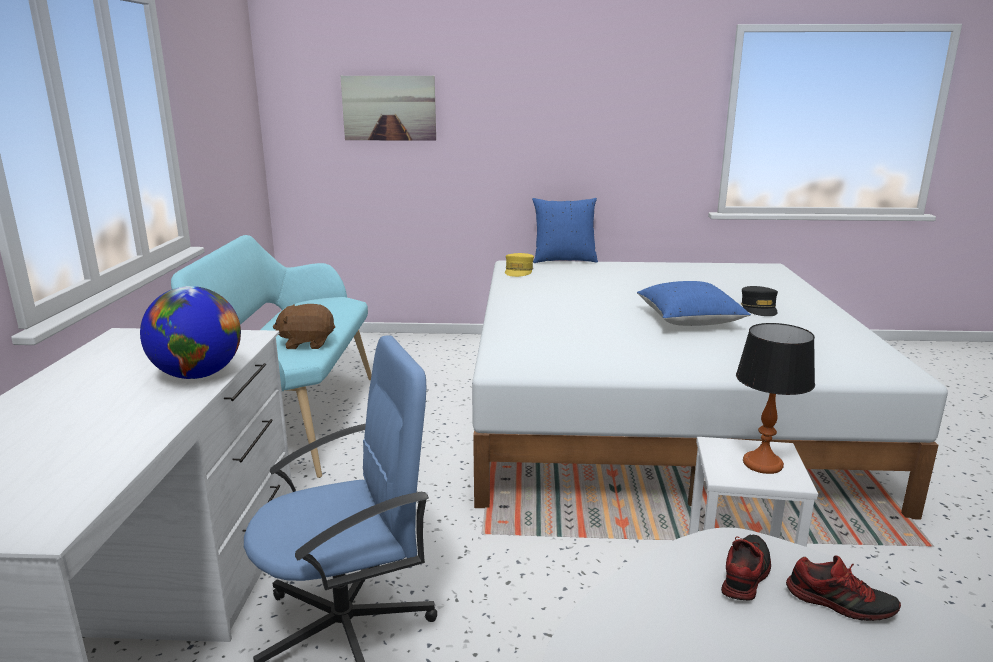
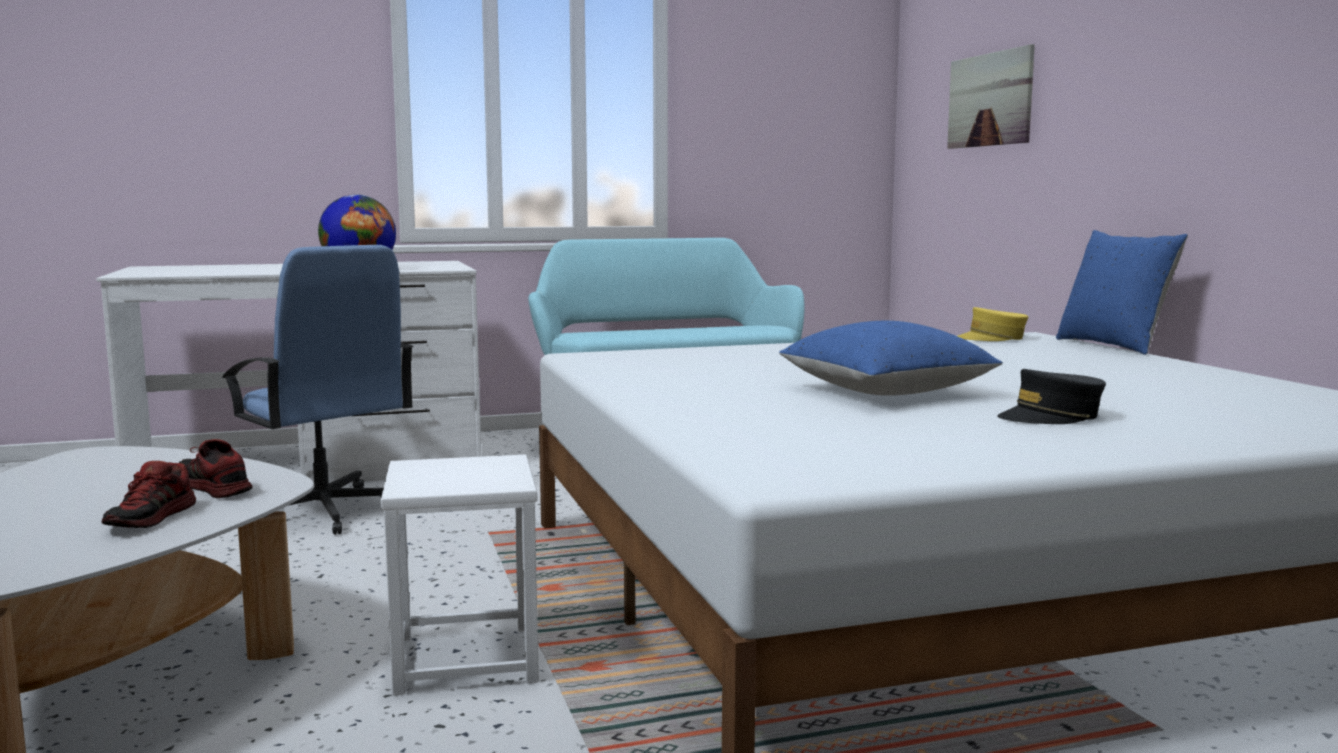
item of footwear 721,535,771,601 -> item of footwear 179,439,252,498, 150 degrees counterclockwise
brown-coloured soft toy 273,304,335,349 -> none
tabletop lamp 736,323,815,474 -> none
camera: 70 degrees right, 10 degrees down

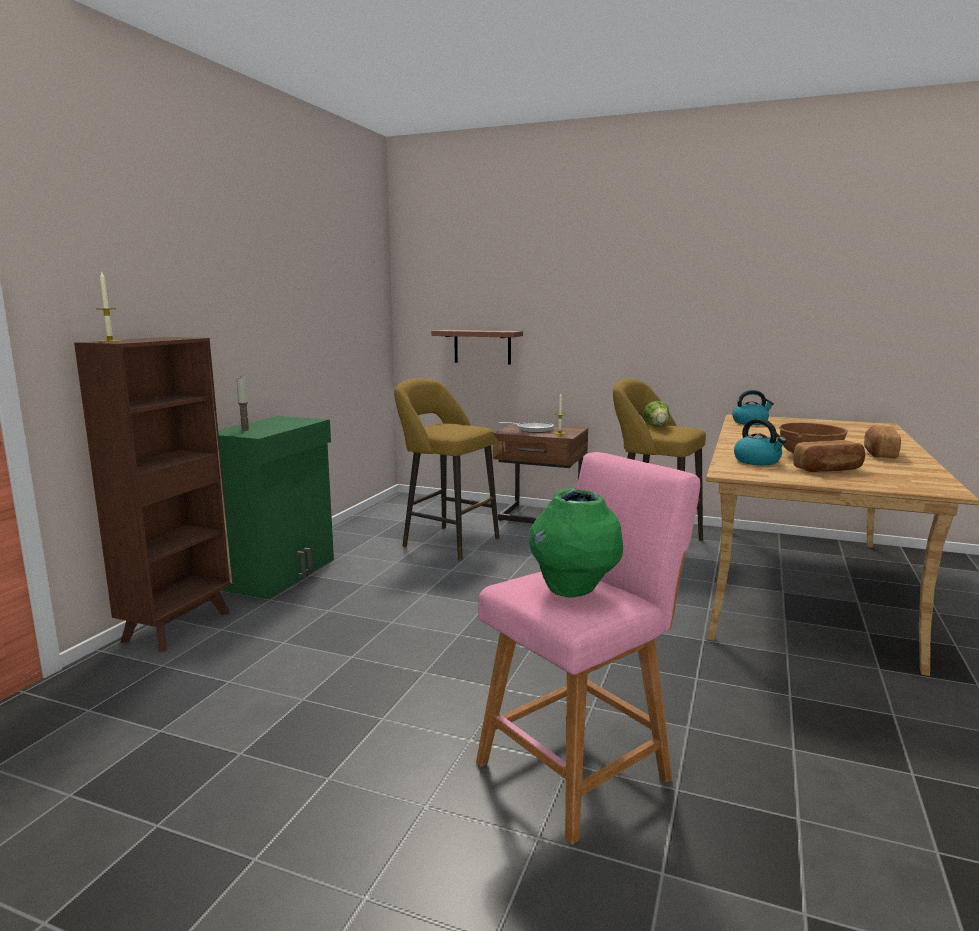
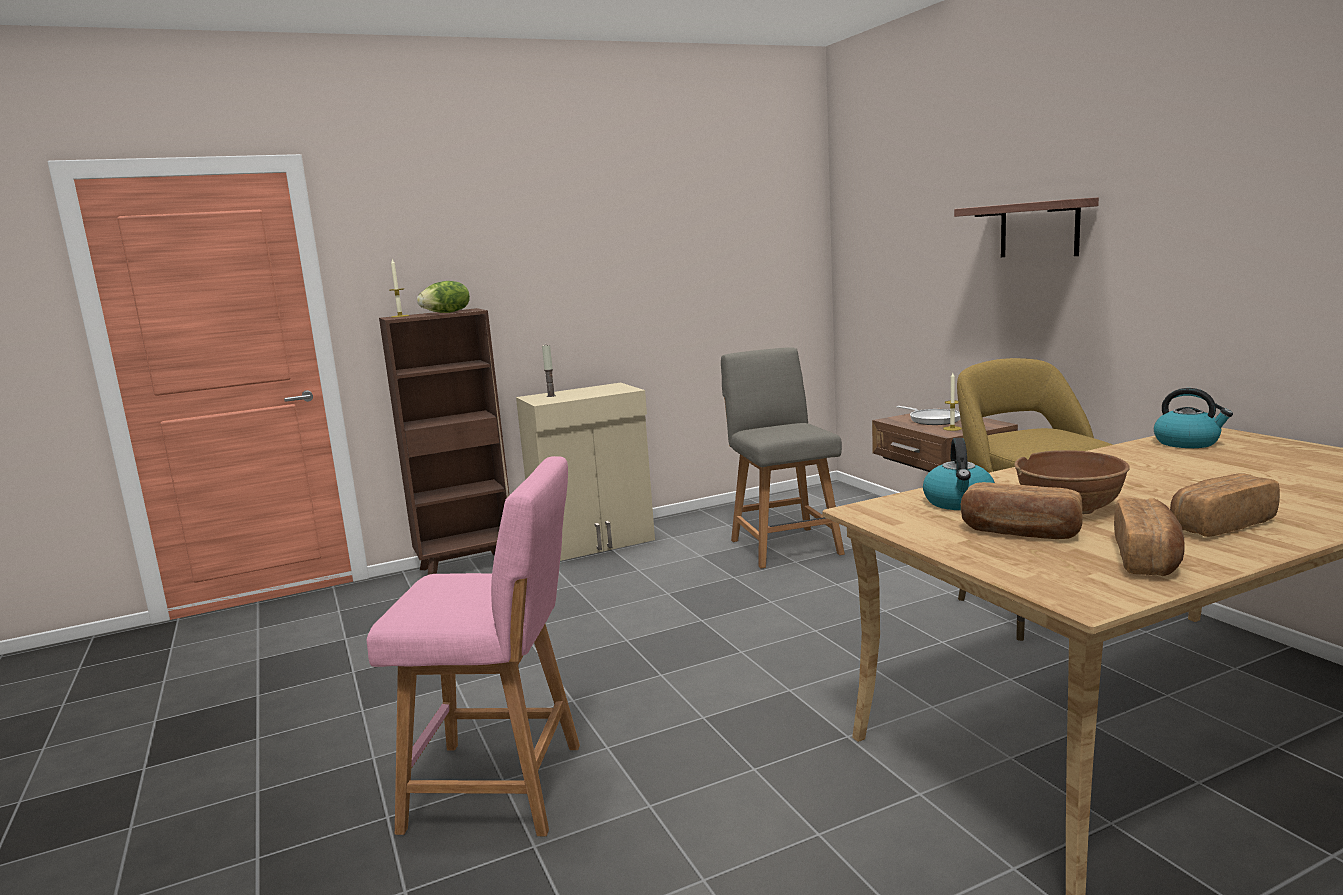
lettuce 644,401,670,427 -> lettuce 417,281,470,313, moved
greenish cabinet 218,416,334,600 -> beige-coloured cabinet 516,383,655,561
yellow sitting stool 394,378,499,560 -> greyish plain chair 721,347,845,569
shelf 431,330,523,365 -> shelf 954,197,1099,257, moved
none -> baked bread 1114,498,1185,576
greenish vase 529,488,623,598 -> none
camera: 45 degrees right, 0 degrees up

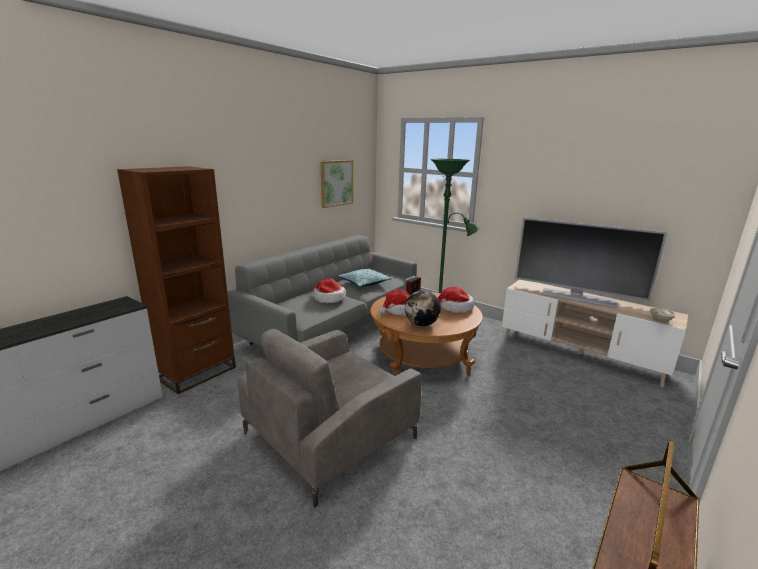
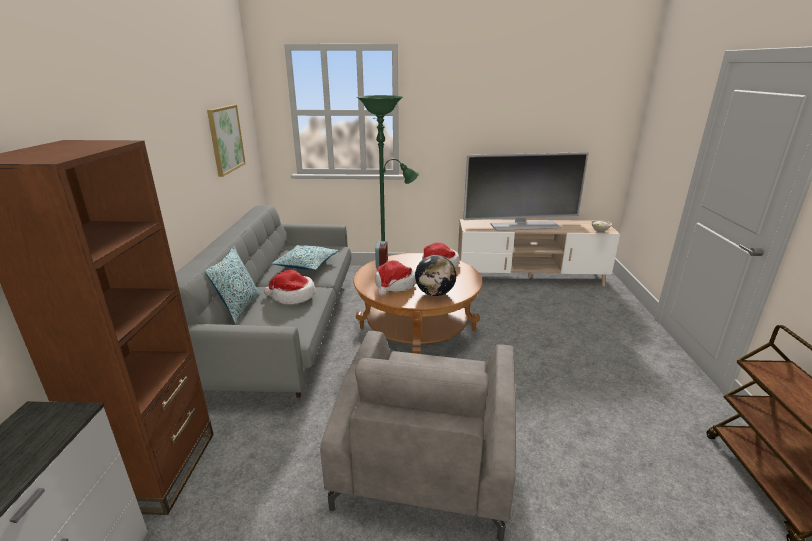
none -> pillow 205,246,260,324
camera: 35 degrees left, 5 degrees up

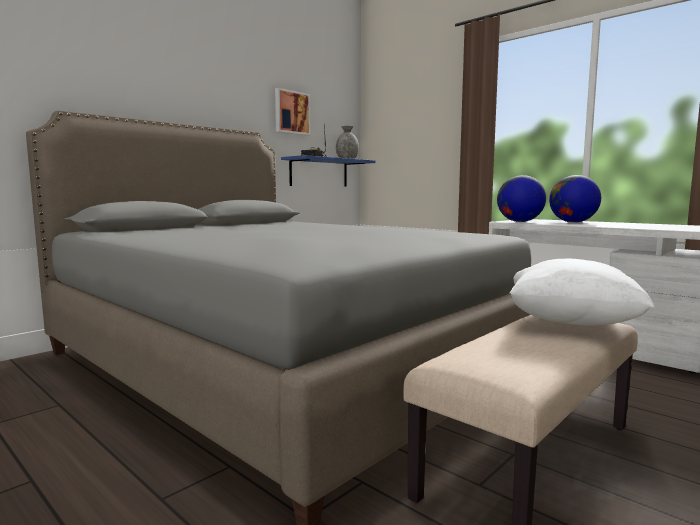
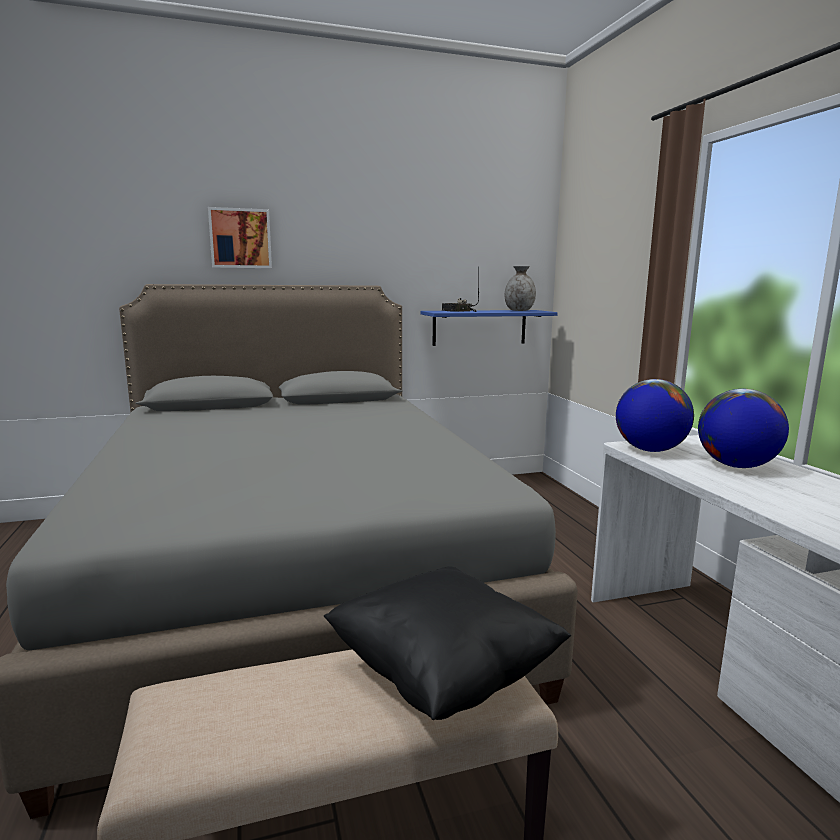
picture 275,88,311,136 -> picture 208,207,272,269, moved
whitish pillow 509,259,654,325 -> black pillow 324,566,571,720
camera: 30 degrees right, 5 degrees up

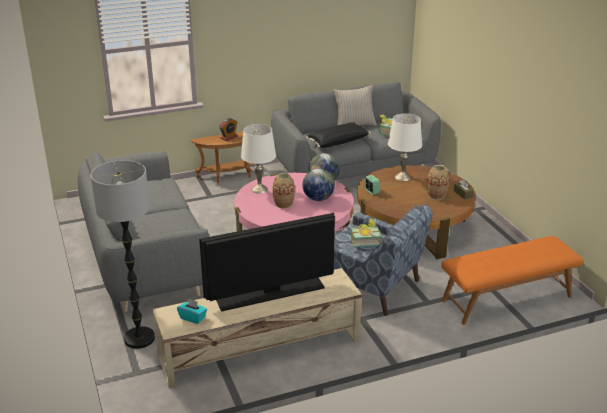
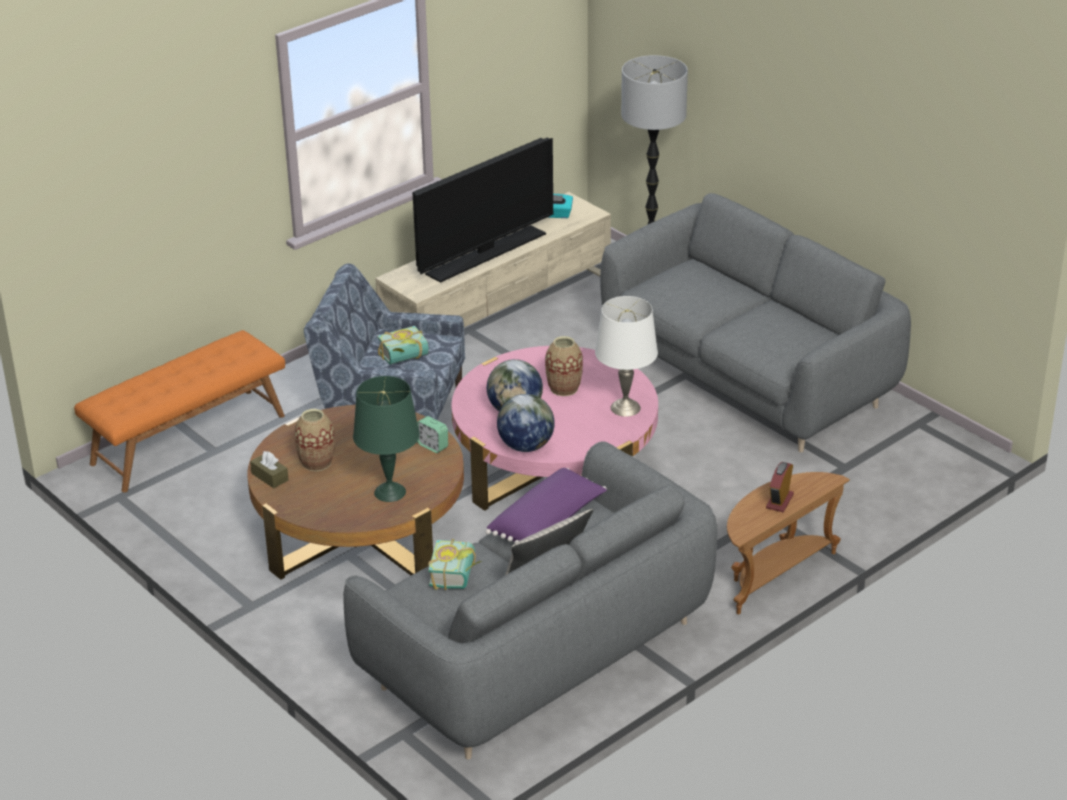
whitish tabletop lamp 388,113,422,181 -> greenish tabletop lamp 353,376,420,502
black pillow 306,122,370,148 -> purplish pillow 486,468,607,544
camera: 160 degrees right, 5 degrees up

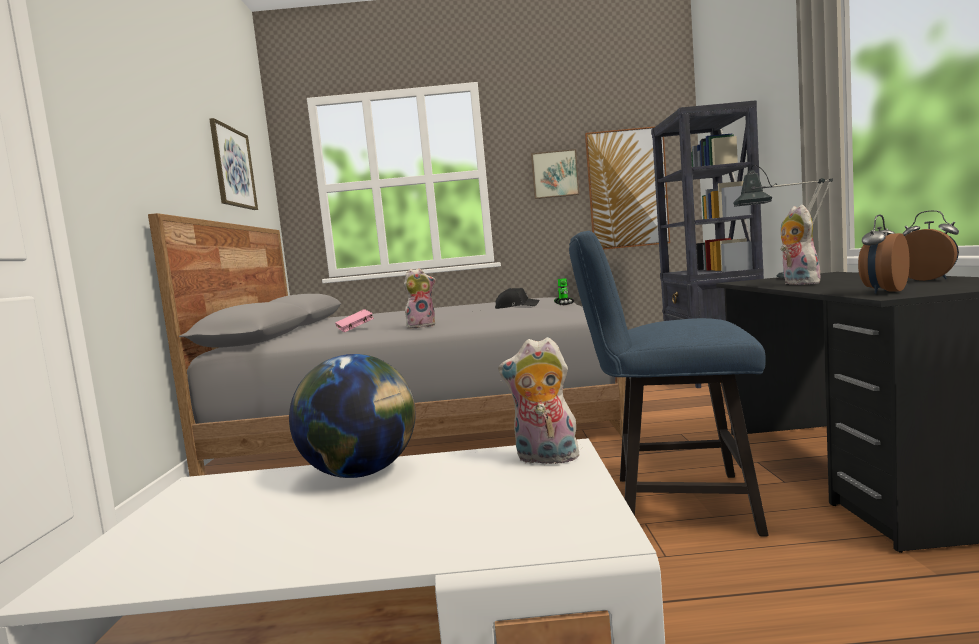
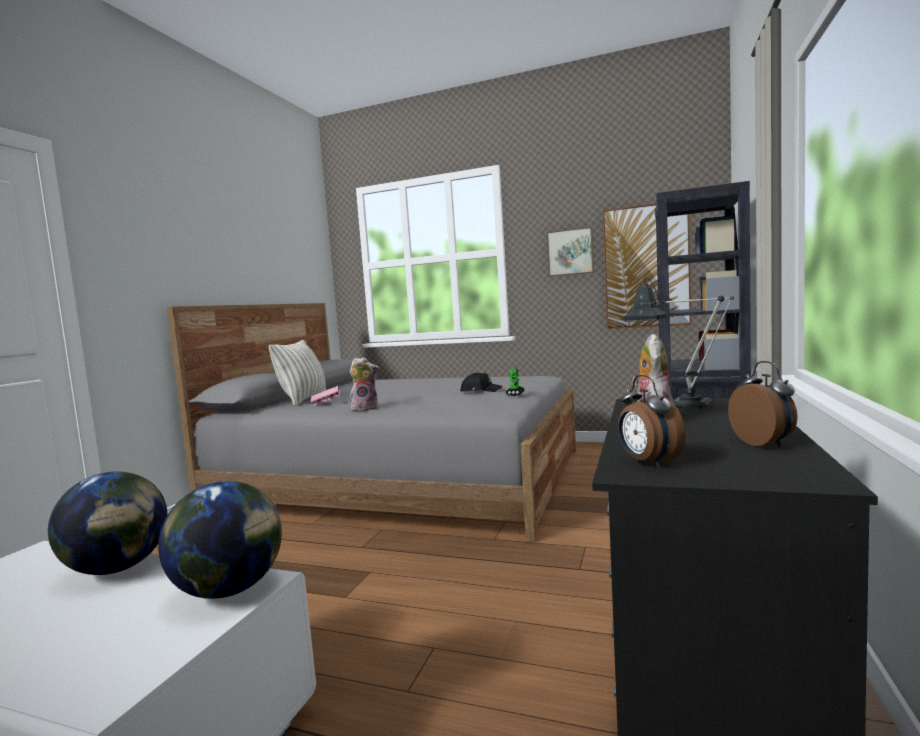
soft toy 498,337,581,464 -> globe 158,481,282,599
none -> pillow 269,340,326,406
alarm clock 858,215,910,294 -> alarm clock 618,375,686,468, 90 degrees counterclockwise
picture 209,118,258,210 -> none
blue-coloured plain chair 569,231,769,536 -> none
camera: 20 degrees right, 0 degrees up

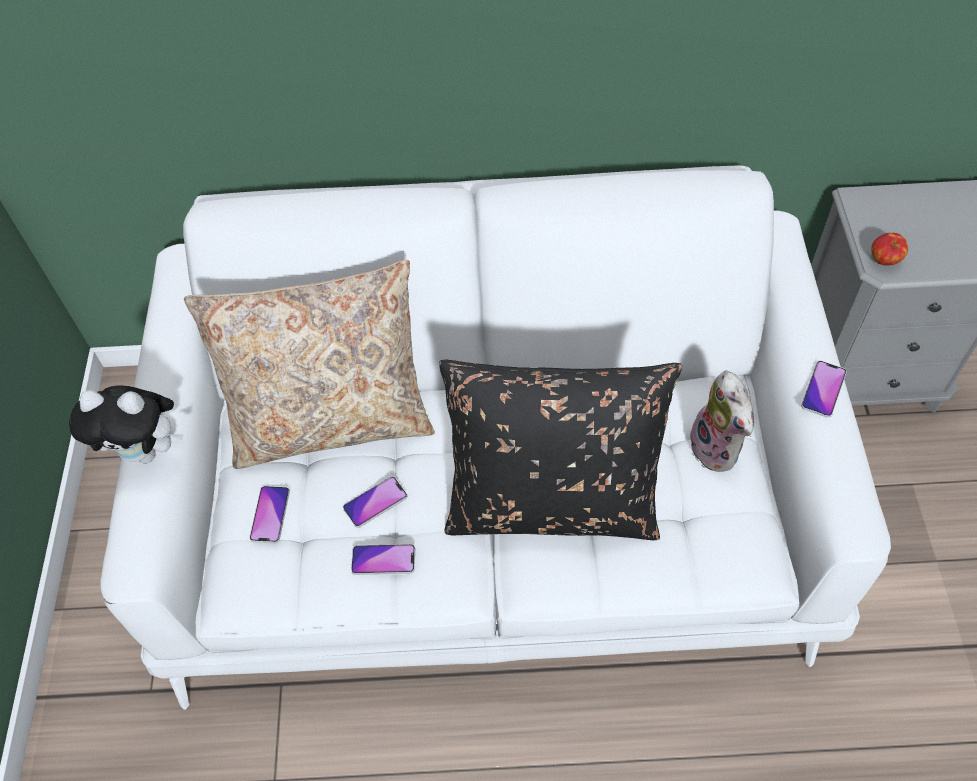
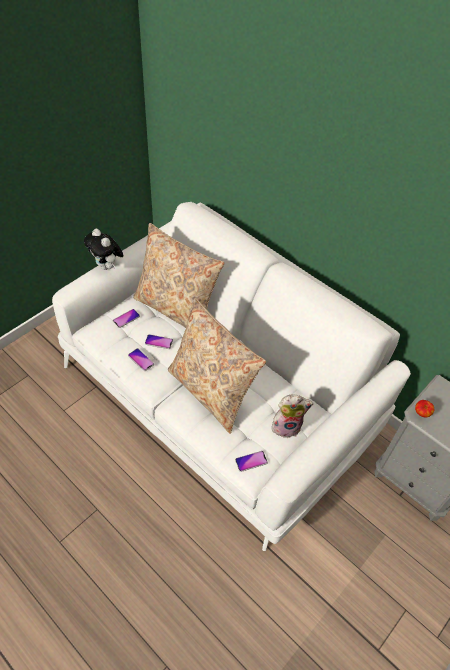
black pillow 439,360,682,540 -> beige-coloured pillow 168,298,266,433
handset 801,361,847,418 -> handset 235,451,268,472, moved
soft toy 690,370,754,472 -> soft toy 271,395,313,438, 120 degrees counterclockwise
camera: 40 degrees right, 5 degrees down

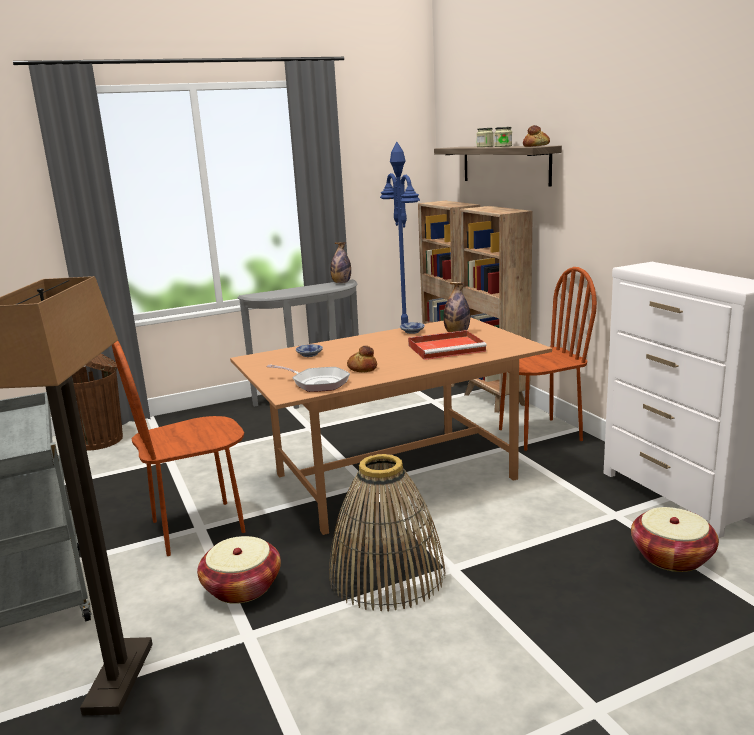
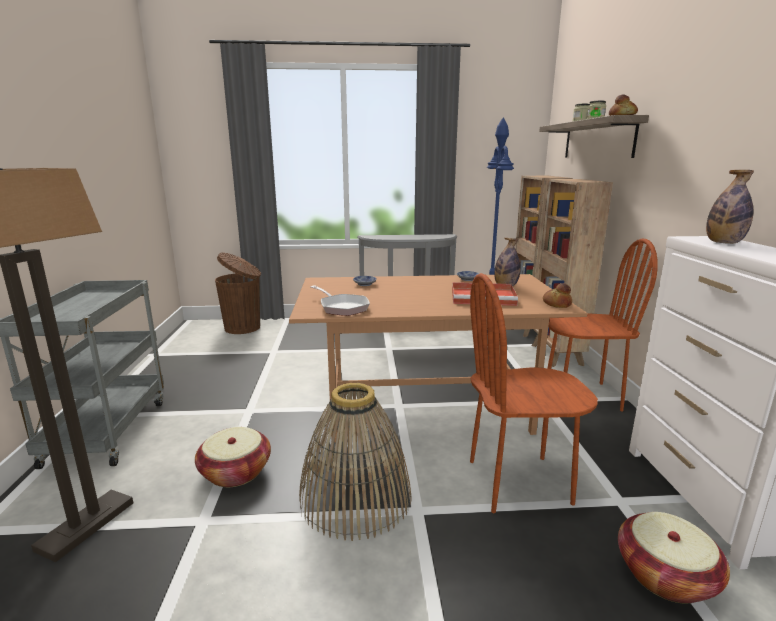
brown-coloured plain chair 112,341,246,556 -> brown-coloured plain chair 470,273,598,513, moved
baked bread 347,346,377,372 -> baked bread 543,283,572,308, moved
bottle 330,242,351,283 -> bottle 706,170,754,244, moved
camera: 20 degrees right, 0 degrees up

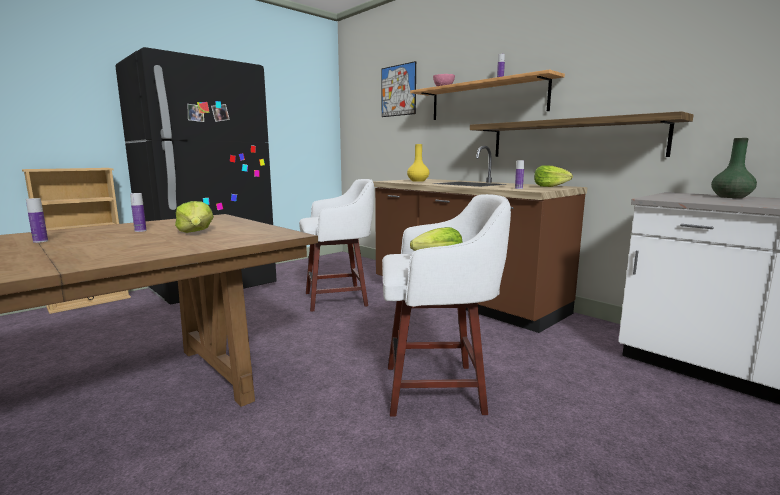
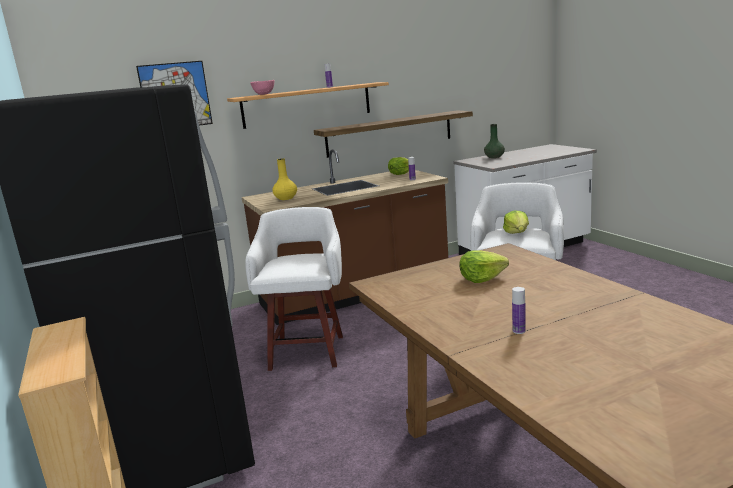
bottle 130,193,147,232 -> none
camera: 70 degrees left, 5 degrees up

